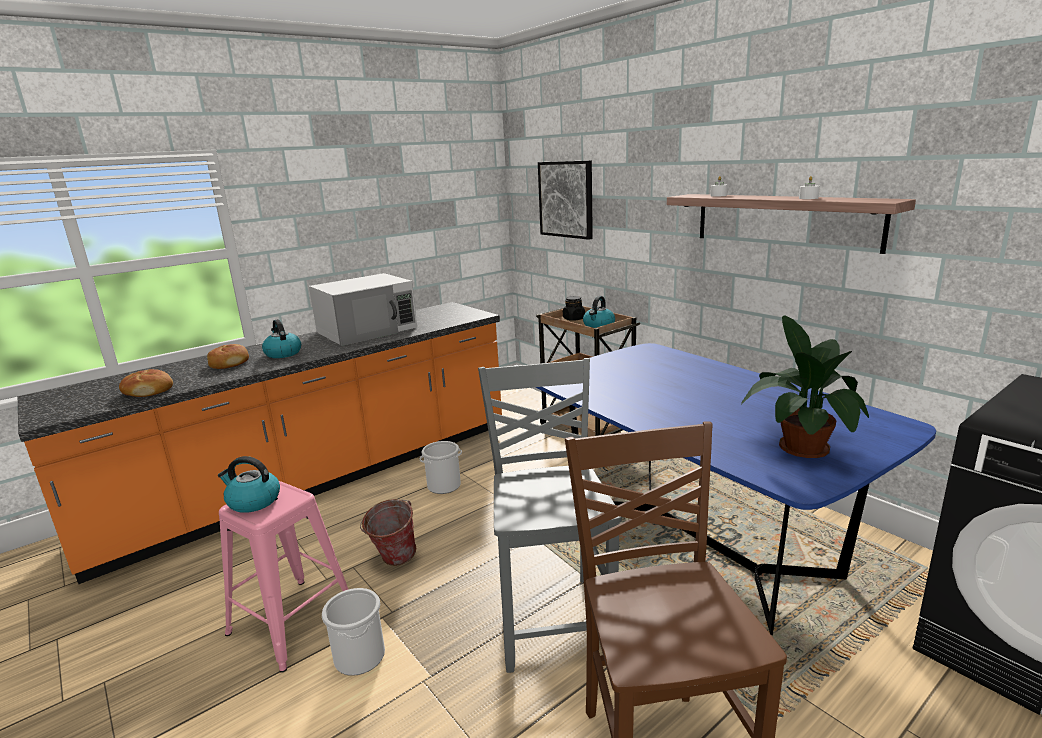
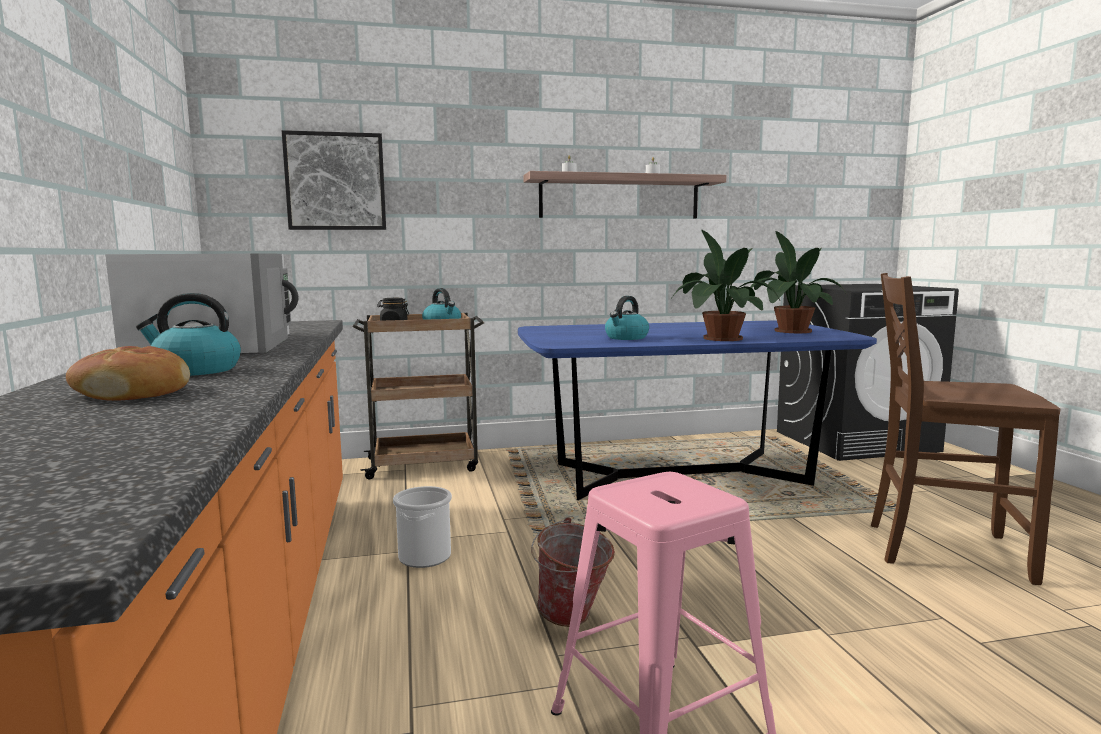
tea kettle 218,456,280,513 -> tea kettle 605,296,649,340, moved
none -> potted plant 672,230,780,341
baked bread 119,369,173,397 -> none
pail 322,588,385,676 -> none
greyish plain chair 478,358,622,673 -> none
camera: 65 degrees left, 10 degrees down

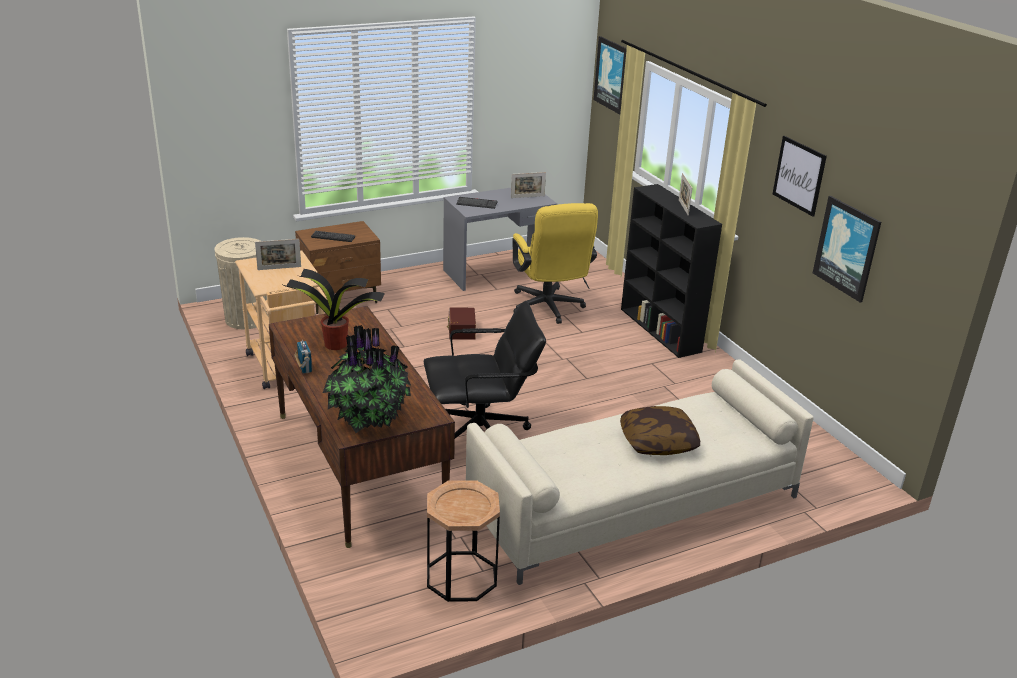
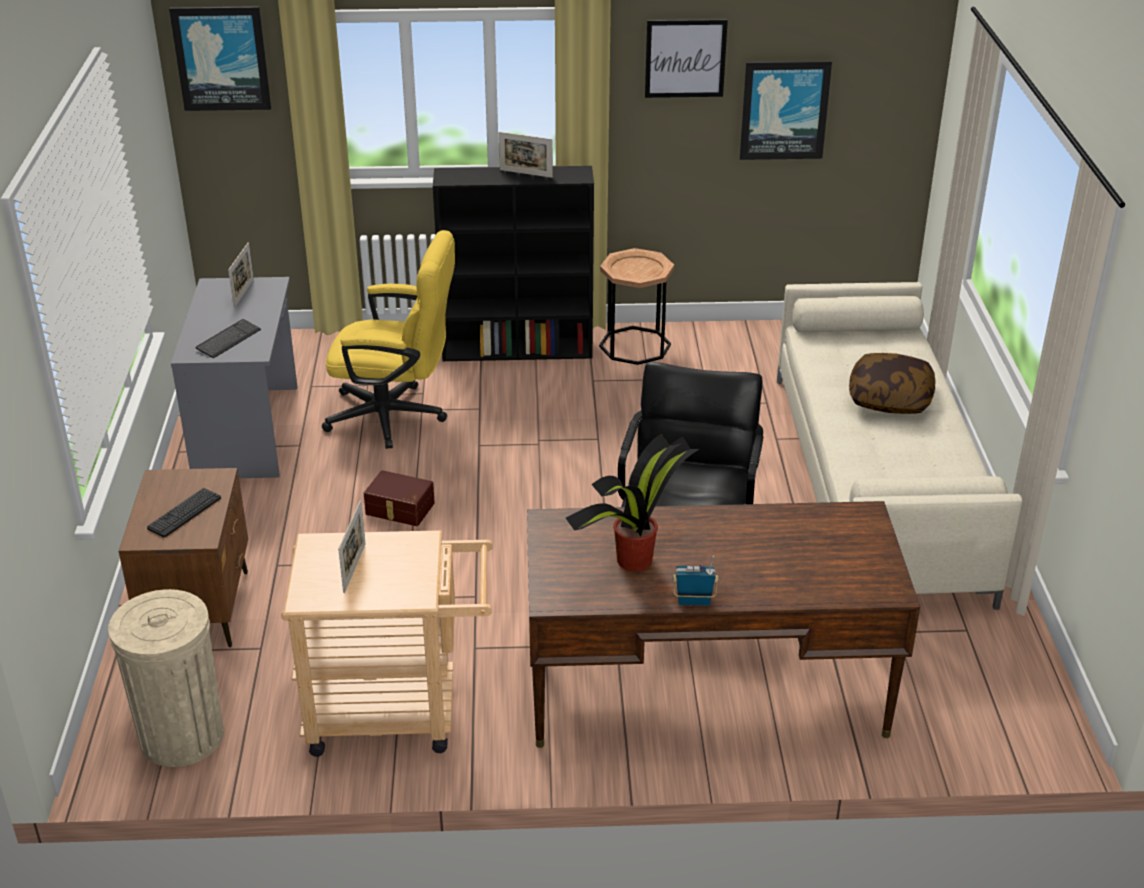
brown-coloured side table 427,480,500,602 -> brown-coloured side table 599,248,674,365, moved
potted plant 323,325,411,433 -> none
camera: 65 degrees left, 5 degrees up

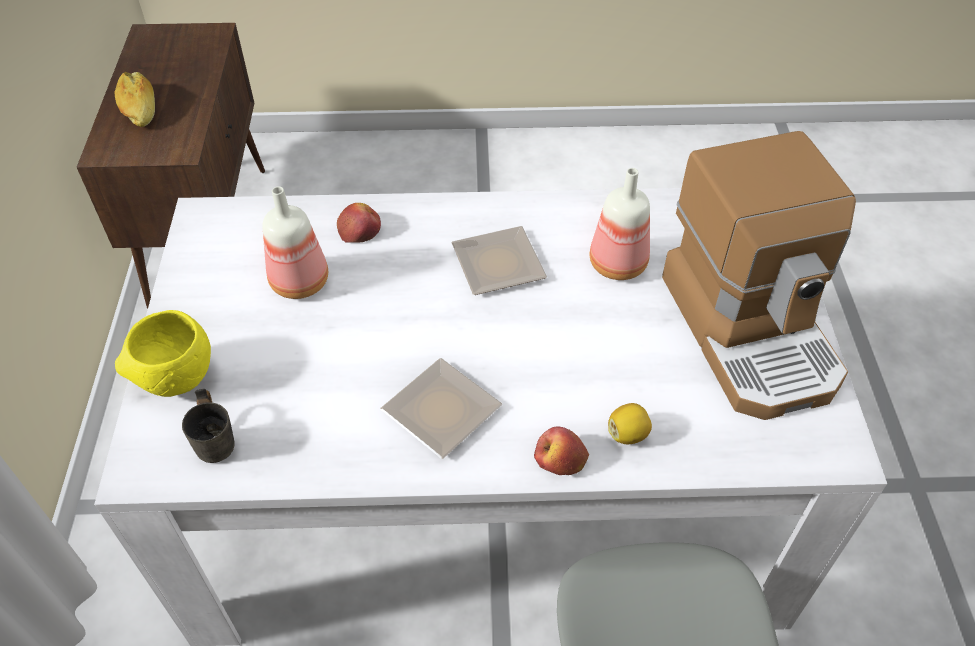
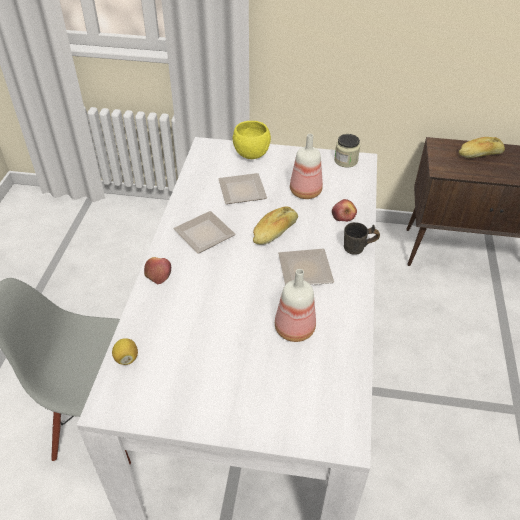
lemon 608,403,652,444 -> lemon 112,338,138,365, moved
none -> flat dish 218,173,267,204
none -> baked bread 253,206,298,245
none -> jar 334,134,360,167
greyish coffee mug 182,389,235,463 -> greyish coffee mug 344,222,380,255, moved
coffee machine 662,131,856,420 -> none
camera: 100 degrees right, 5 degrees down

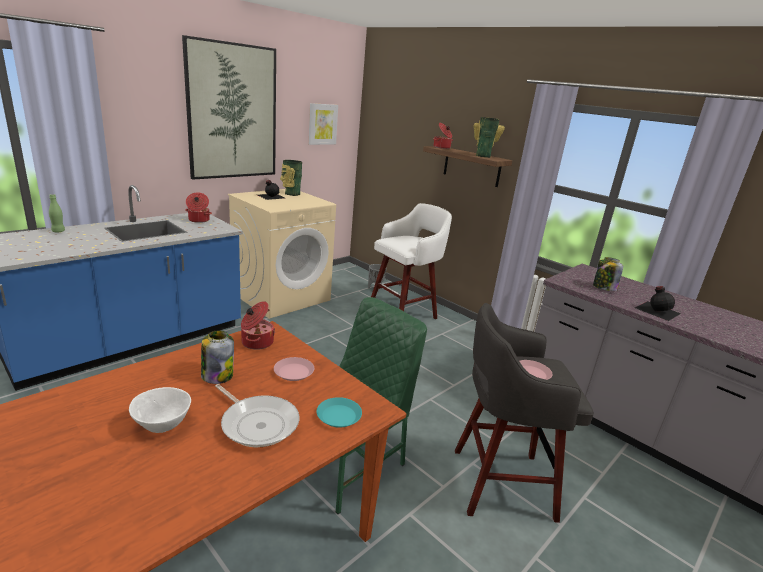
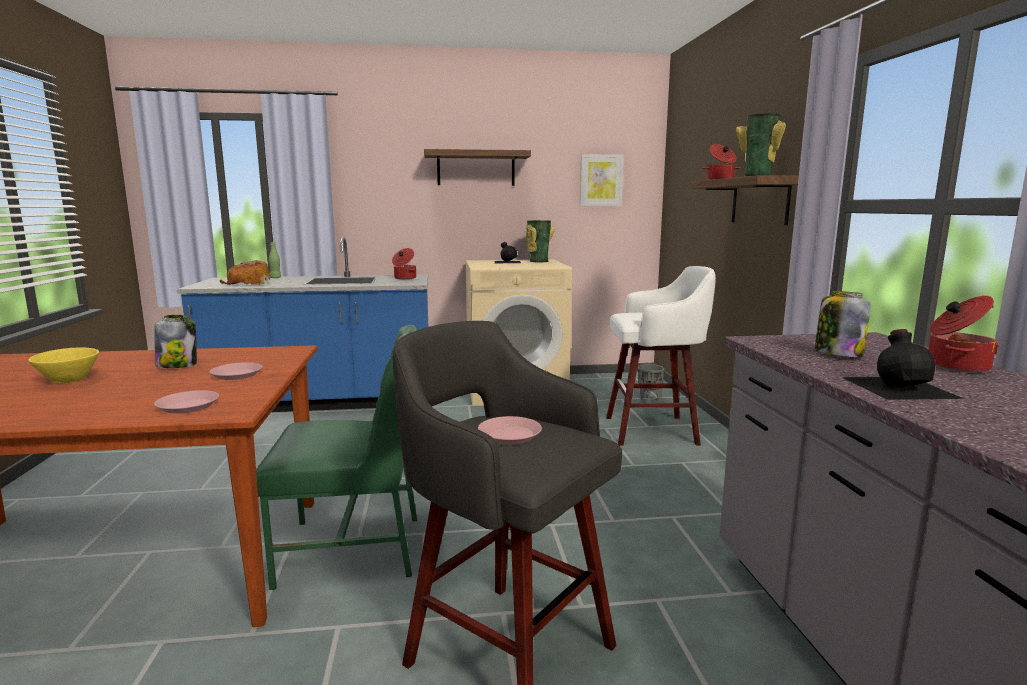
whitish deep dish 129,387,191,433 -> yellow deep dish 28,347,99,384
blue-green flat dish 316,397,362,428 -> pink flat dish 154,390,219,414
none -> baked bread 220,260,271,285
picture 182,35,276,180 -> shelf 424,149,531,186
saucepot 241,301,275,350 -> saucepot 928,296,999,373, moved
pan 215,384,299,448 -> none
camera: 40 degrees right, 10 degrees down

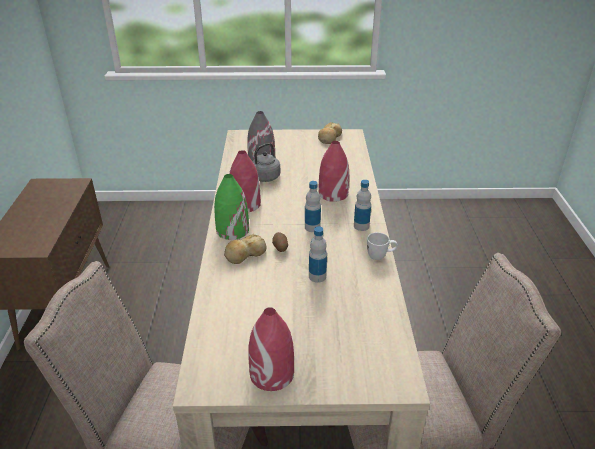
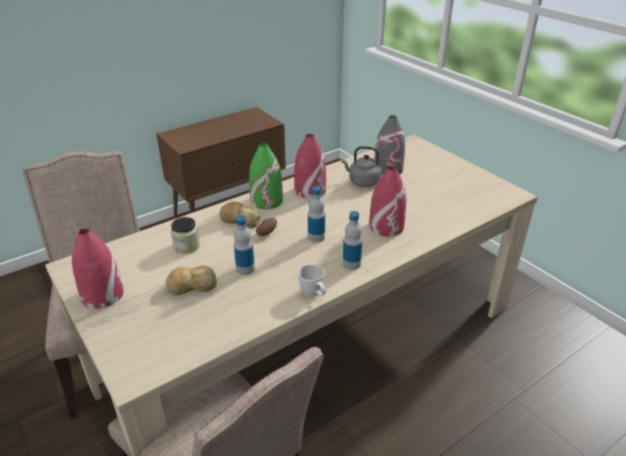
baked bread 318,122,342,144 -> baked bread 165,265,217,295, moved
none -> jar 170,217,200,254
camera: 55 degrees right, 0 degrees up

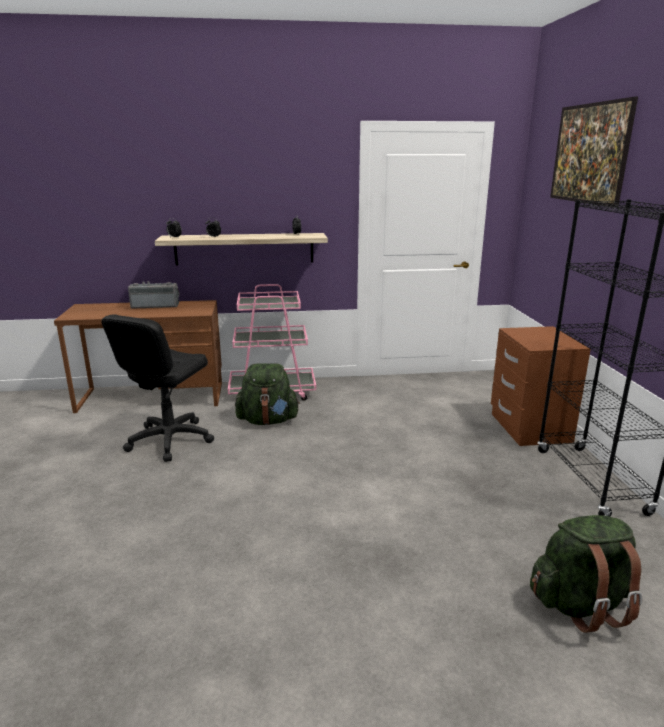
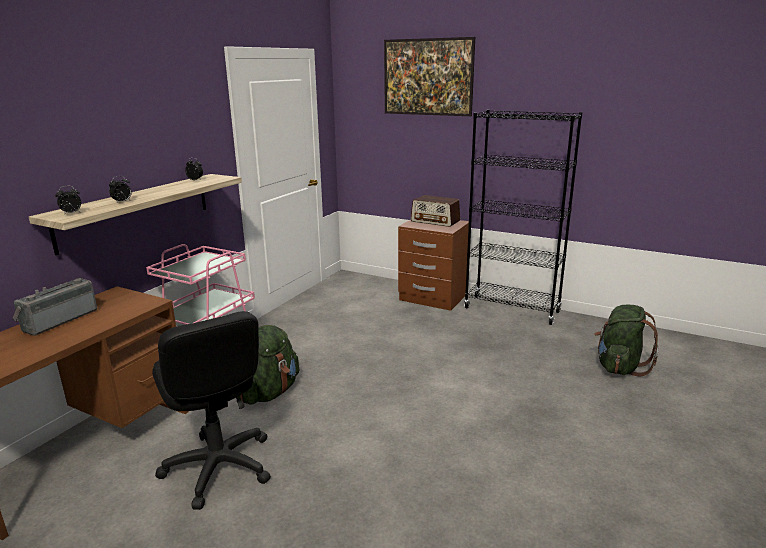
none -> radio receiver 411,195,460,227
camera: 55 degrees left, 0 degrees up

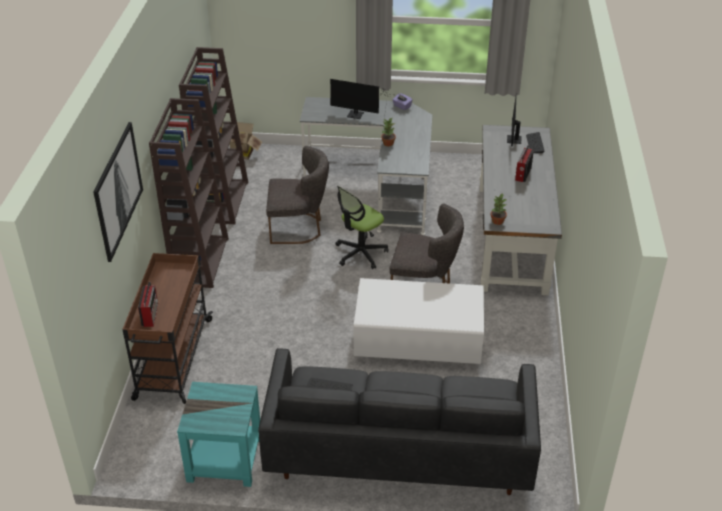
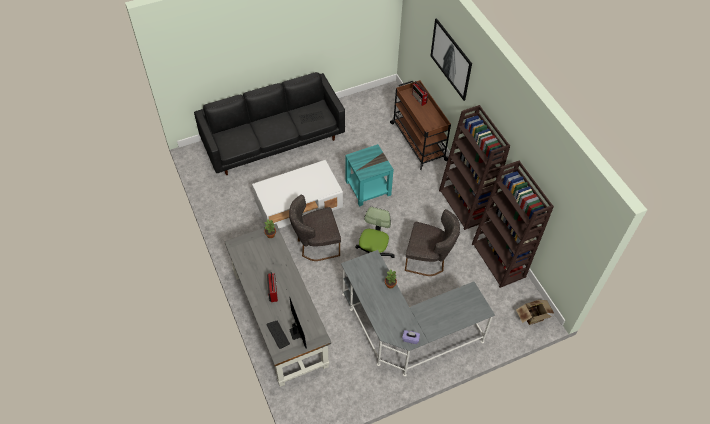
blue-green side table 177,382,260,487 -> blue-green side table 345,144,394,206, moved
greyish plain chair 266,146,329,244 -> greyish plain chair 405,209,460,276, 135 degrees counterclockwise
computer display 330,79,395,119 -> none
camera: 150 degrees right, 15 degrees up

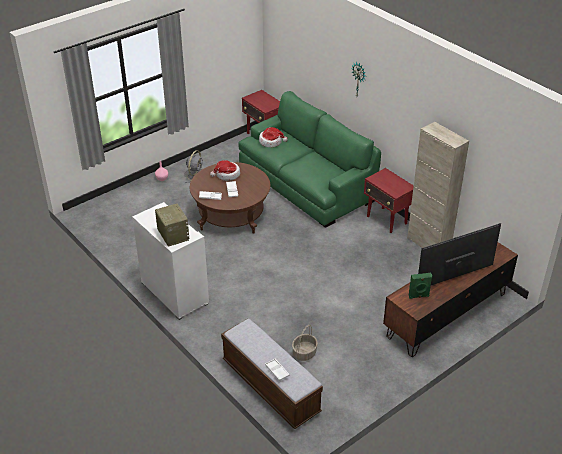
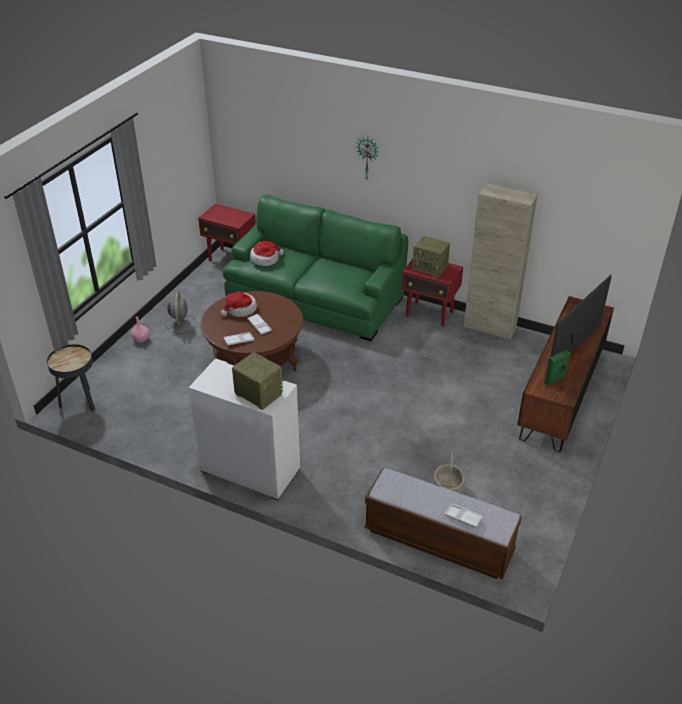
none -> black side table 47,344,95,411
none -> radio receiver 412,236,450,278
camera: 25 degrees left, 0 degrees up

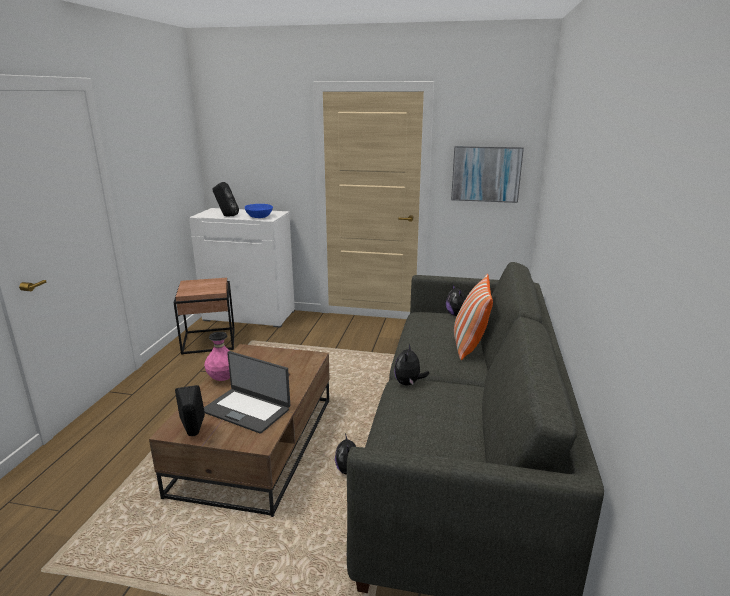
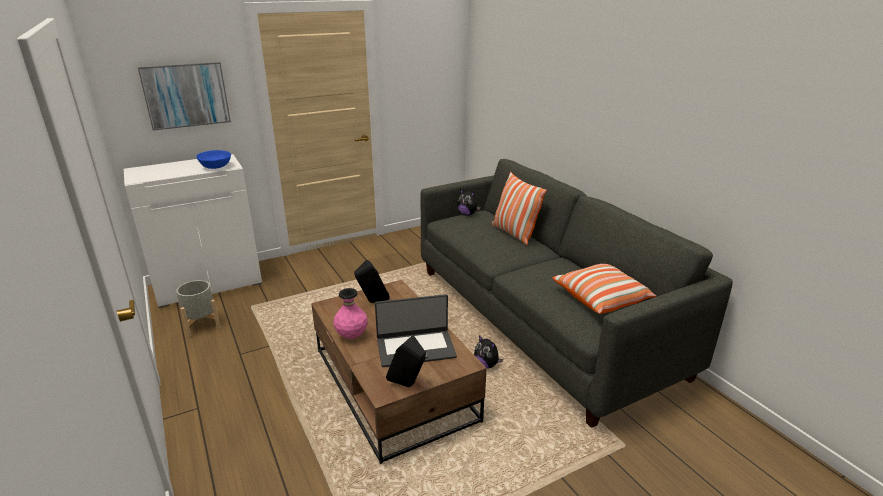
picture 451,146,524,203 -> picture 138,62,231,131, moved
brown-coloured side table 174,278,235,355 -> greyish flower pot 176,280,221,337
black audio speaker 212,182,239,217 -> black audio speaker 355,260,390,303, moved
none -> pillow 553,264,656,314
soft toy 394,344,429,385 -> none
camera: 40 degrees left, 5 degrees up

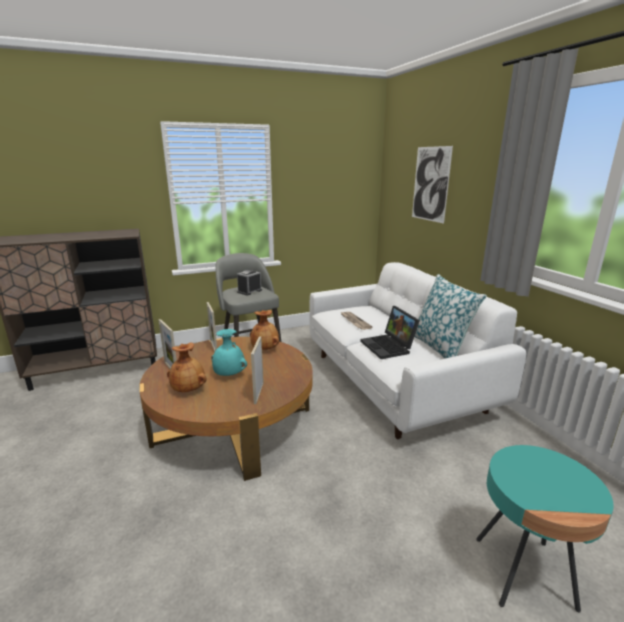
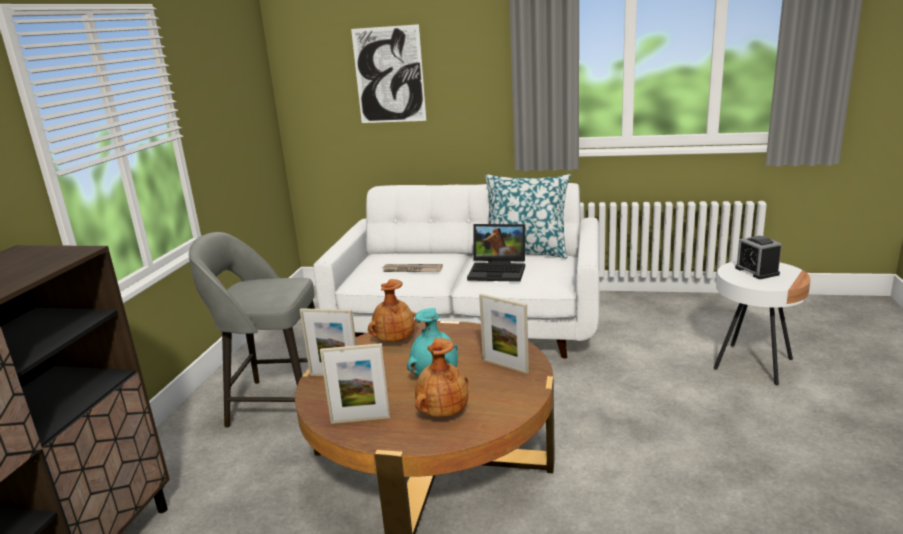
blue-green side table 476,445,614,613 -> whitish side table 714,261,811,385
alarm clock 237,270,262,296 -> alarm clock 735,235,782,279, moved
camera: 55 degrees left, 0 degrees up

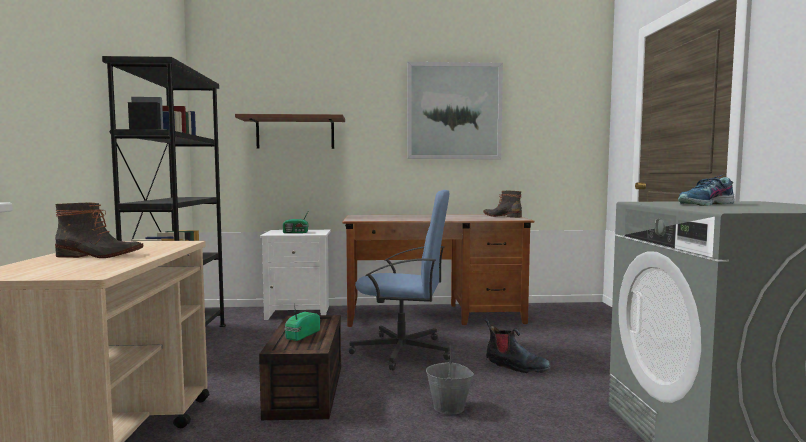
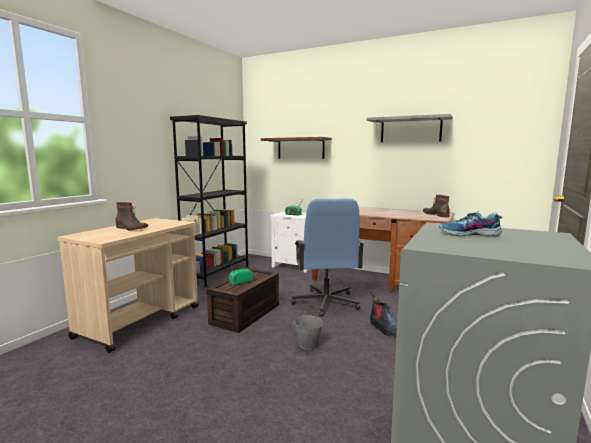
blue-coloured office chair 349,190,450,370 -> blue-coloured office chair 291,199,365,317, 45 degrees clockwise
picture 407,62,503,159 -> greyish shelf 367,114,453,142
camera: 30 degrees right, 5 degrees up

